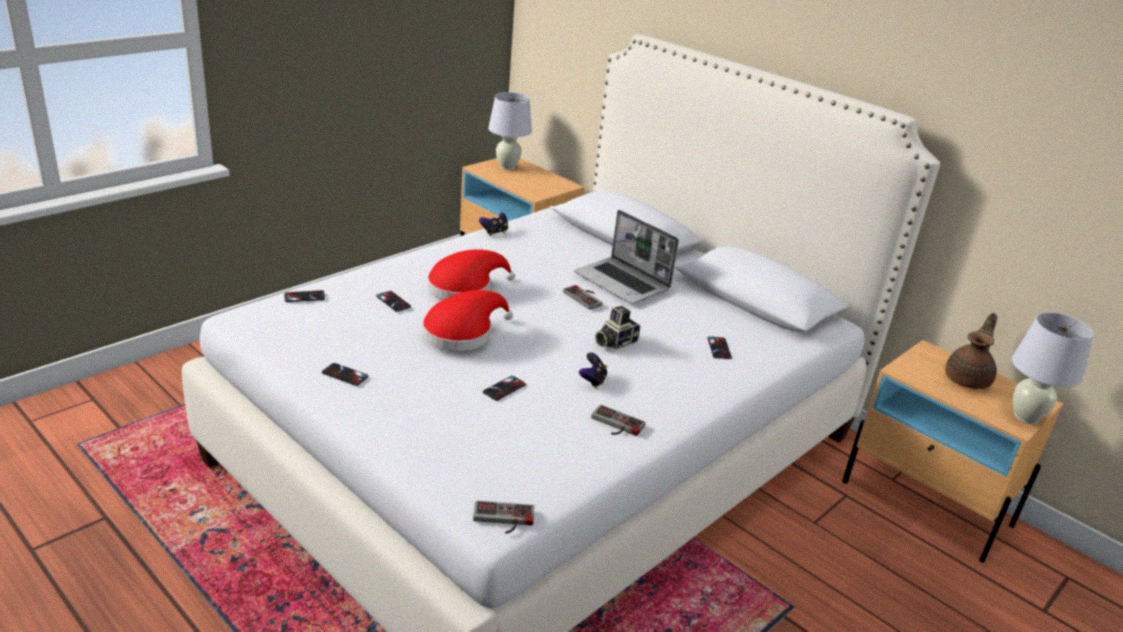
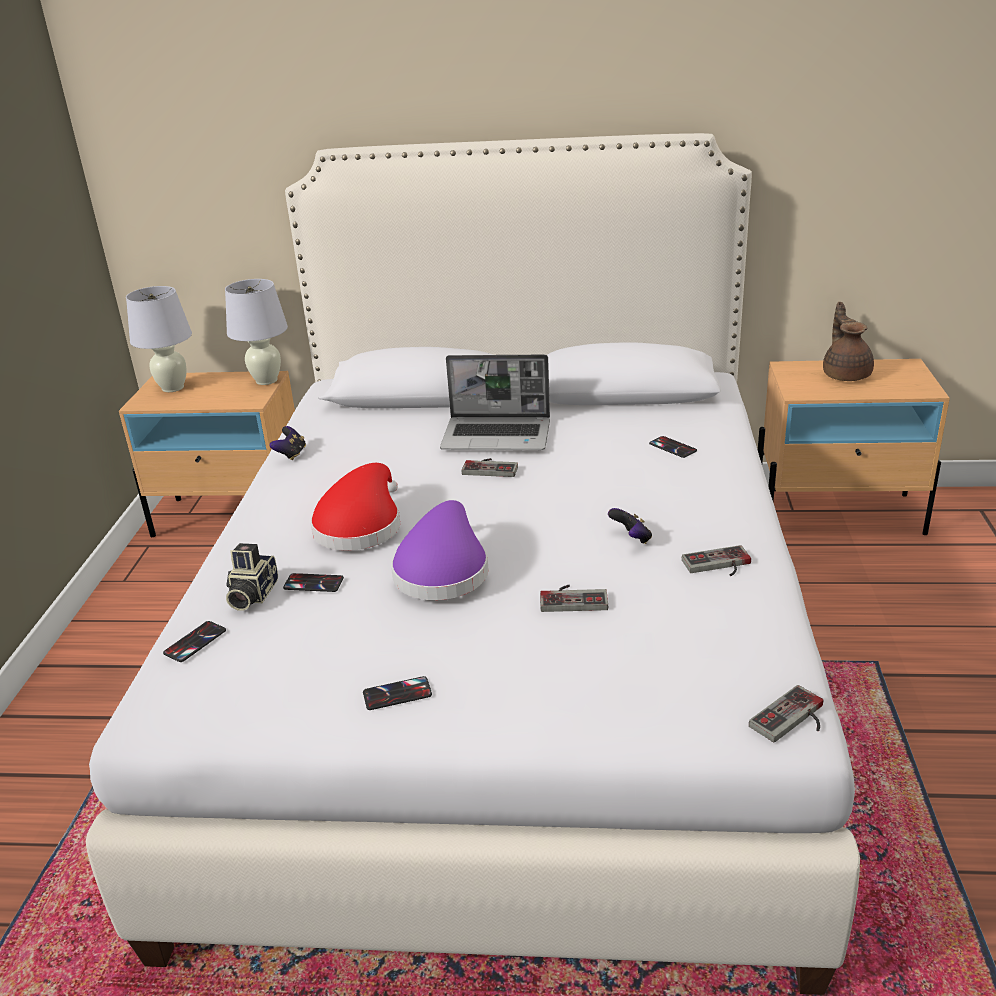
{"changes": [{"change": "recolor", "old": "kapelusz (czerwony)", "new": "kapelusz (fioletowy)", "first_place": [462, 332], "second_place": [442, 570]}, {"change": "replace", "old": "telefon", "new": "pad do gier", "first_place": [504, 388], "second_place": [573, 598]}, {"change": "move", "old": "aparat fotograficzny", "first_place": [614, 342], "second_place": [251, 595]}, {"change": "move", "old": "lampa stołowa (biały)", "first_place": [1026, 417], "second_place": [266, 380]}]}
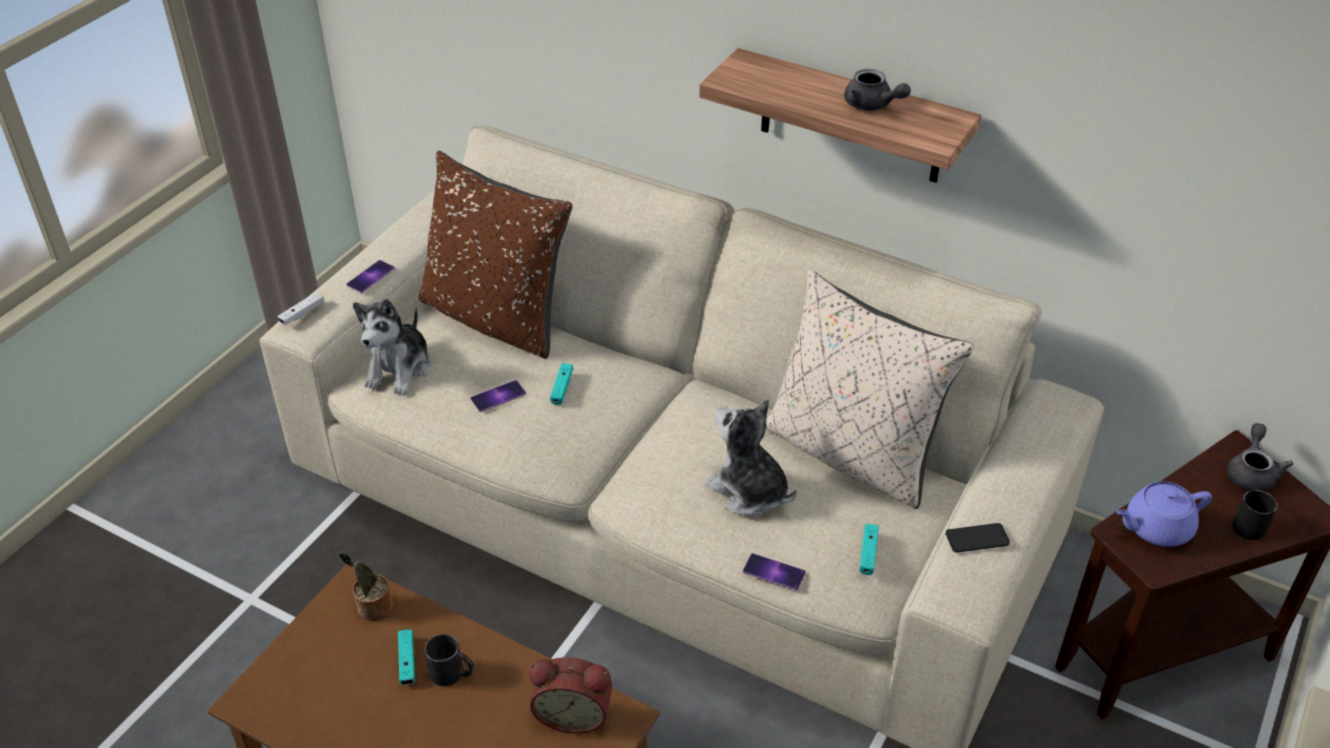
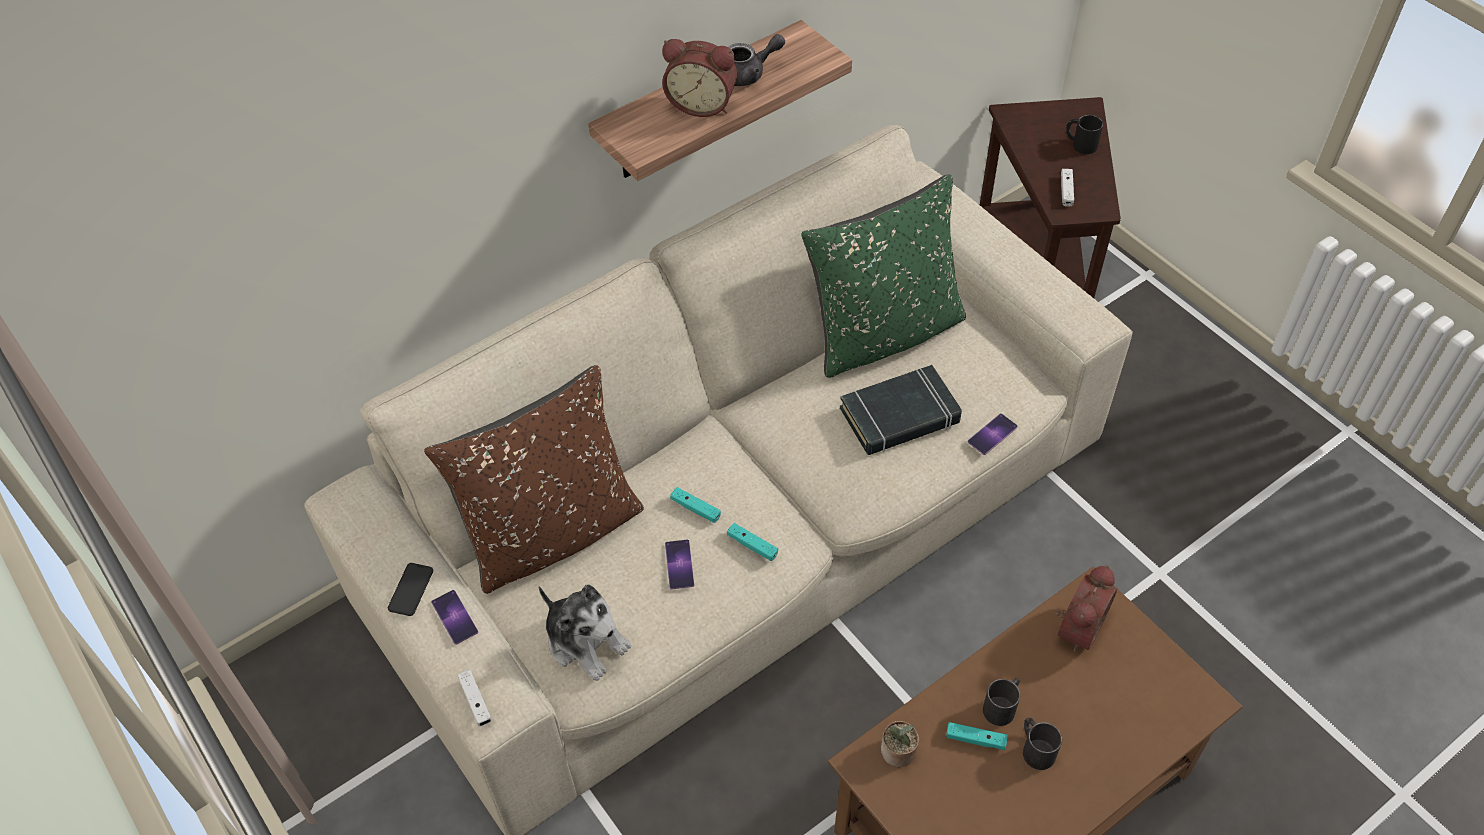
{"changes": [{"change": "replace", "old": "pluszak", "new": "książka (czarny)", "first_place": [749, 491], "second_place": [900, 416]}, {"change": "recolor", "old": "poduszka (beżowy)", "new": "poduszka (zielony)", "first_place": [852, 454], "second_place": [884, 333]}, {"change": "move", "old": "pad do gier (turkusowy)", "first_place": [868, 553], "second_place": [752, 545]}, {"change": "move", "old": "telefon", "first_place": [977, 538], "second_place": [410, 589]}, {"change": "replace", "old": "imbryk (fioletowy)", "new": "pad do gier (biały)", "first_place": [1156, 528], "second_place": [1066, 191]}, {"change": "delete", "old": "imbryk (szary)", "first_place": [1251, 473]}, {"change": "insert", "new": "budzik", "second_place": [702, 103]}, {"change": "insert", "new": "kubek (czarny)", "second_place": [1035, 748]}]}
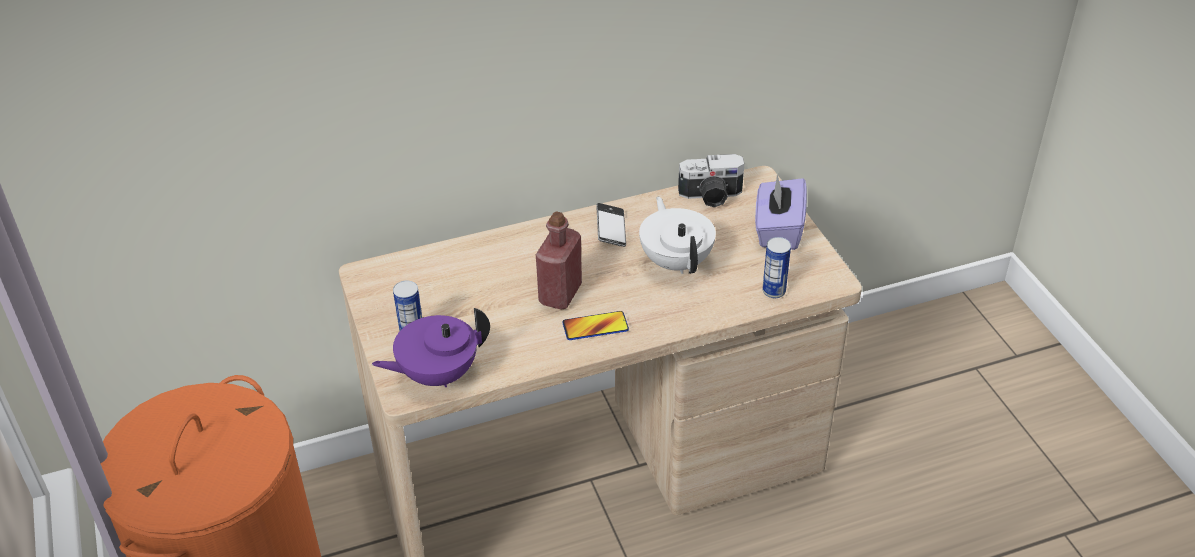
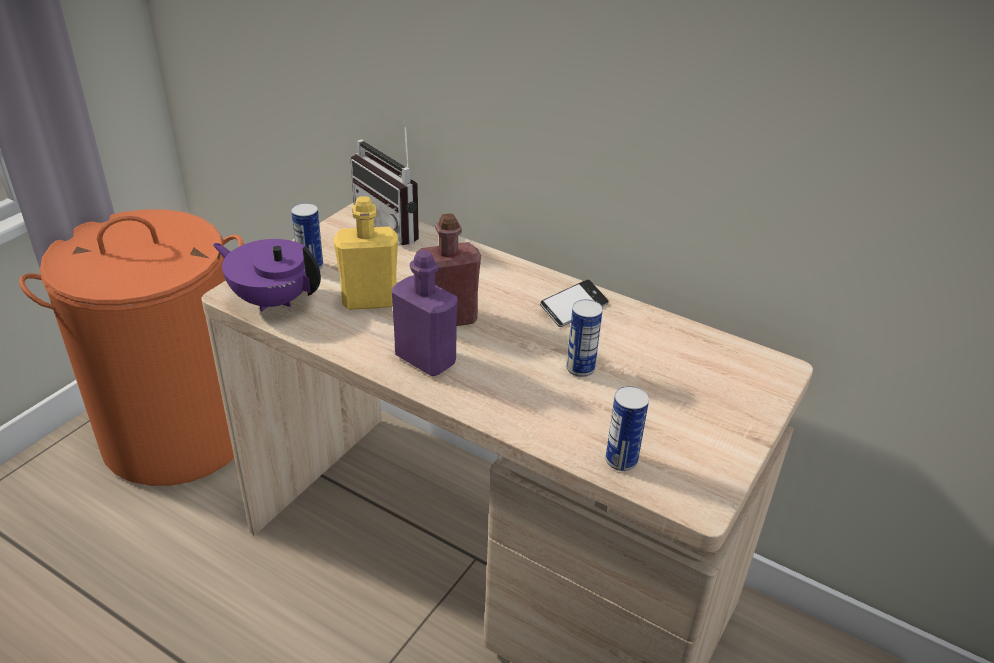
{"changes": [{"change": "replace", "old": "telefon", "new": "butelka (fioletowy)", "first_place": [595, 327], "second_place": [425, 359]}, {"change": "replace", "old": "imbryk (biały)", "new": "puszka", "first_place": [676, 261], "second_place": [580, 368]}, {"change": "delete", "old": "aparat fotograficzny", "first_place": [711, 196]}, {"change": "delete", "old": "pudełko chusteczek (fioletowy)", "first_place": [778, 230]}, {"change": "insert", "new": "butelka (żółty)", "second_place": [369, 300]}, {"change": "insert", "new": "radio", "second_place": [395, 224]}]}
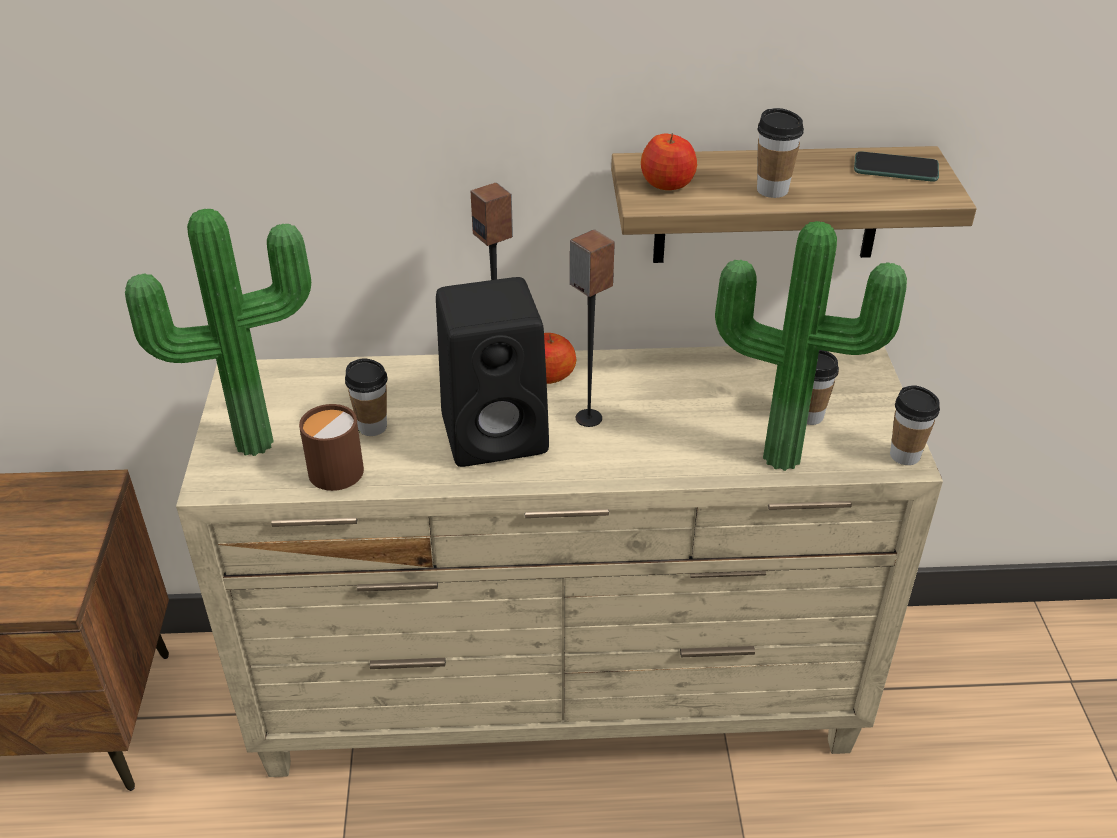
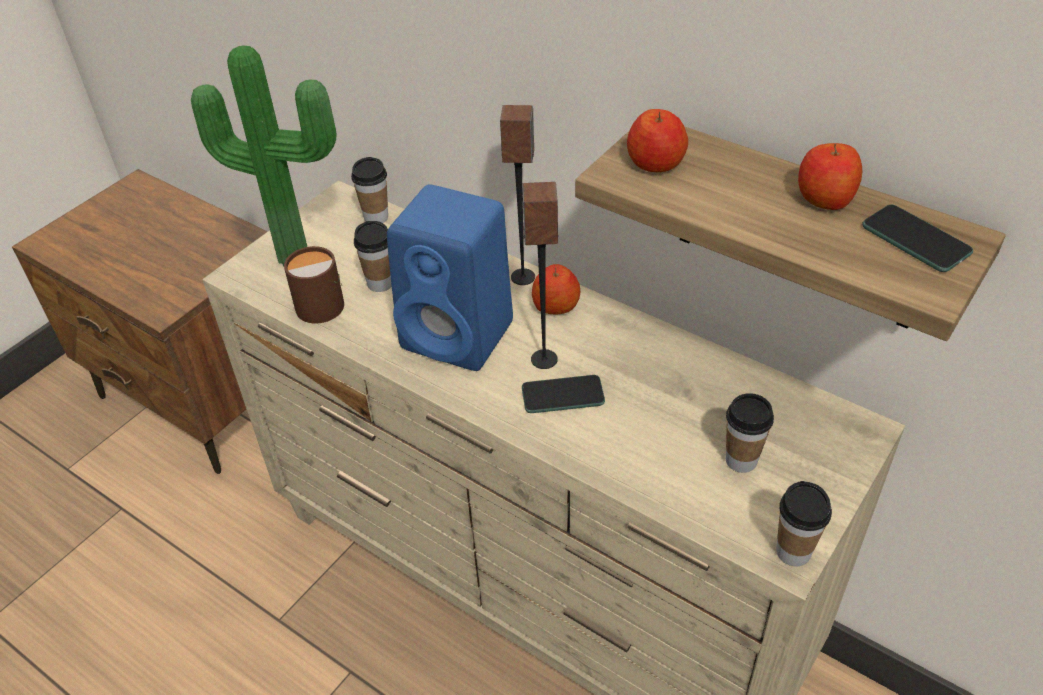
{"changes": [{"change": "recolor", "old": "głośnik (czarny)", "new": "głośnik (niebieski)", "first_place": [498, 433], "second_place": [461, 335]}, {"change": "delete", "old": "roślina doniczkowa", "first_place": [782, 453]}, {"change": "move", "old": "filiżanka", "first_place": [772, 190], "second_place": [376, 217]}, {"change": "insert", "new": "telefon", "second_place": [563, 395]}, {"change": "insert", "new": "jabłko", "second_place": [825, 198]}]}
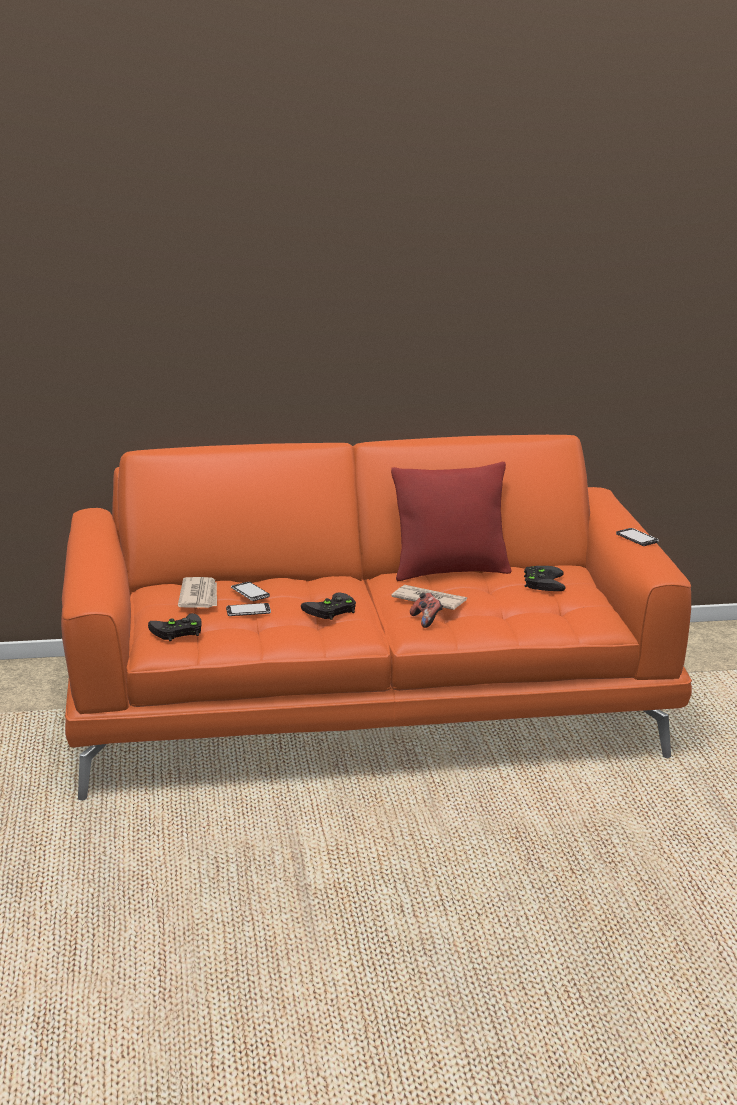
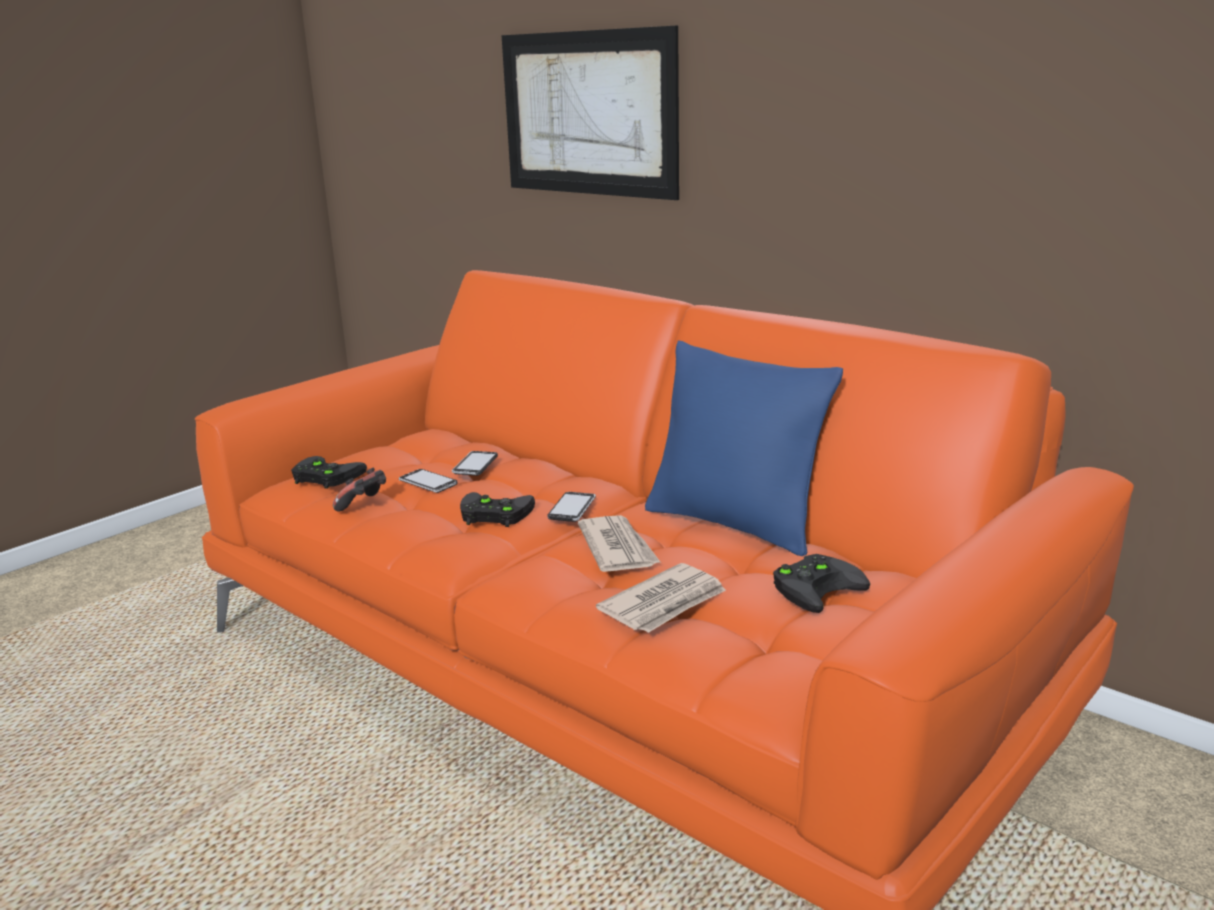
{"changes": [{"change": "move", "old": "gazeta", "first_place": [199, 596], "second_place": [665, 603]}, {"change": "recolor", "old": "poduszka (czerwony)", "new": "poduszka (niebieski)", "first_place": [450, 571], "second_place": [734, 524]}, {"change": "move", "old": "pad do gier", "first_place": [426, 620], "second_place": [364, 505]}, {"change": "move", "old": "telefon", "first_place": [637, 538], "second_place": [572, 509]}, {"change": "insert", "new": "obraz", "second_place": [588, 114]}]}
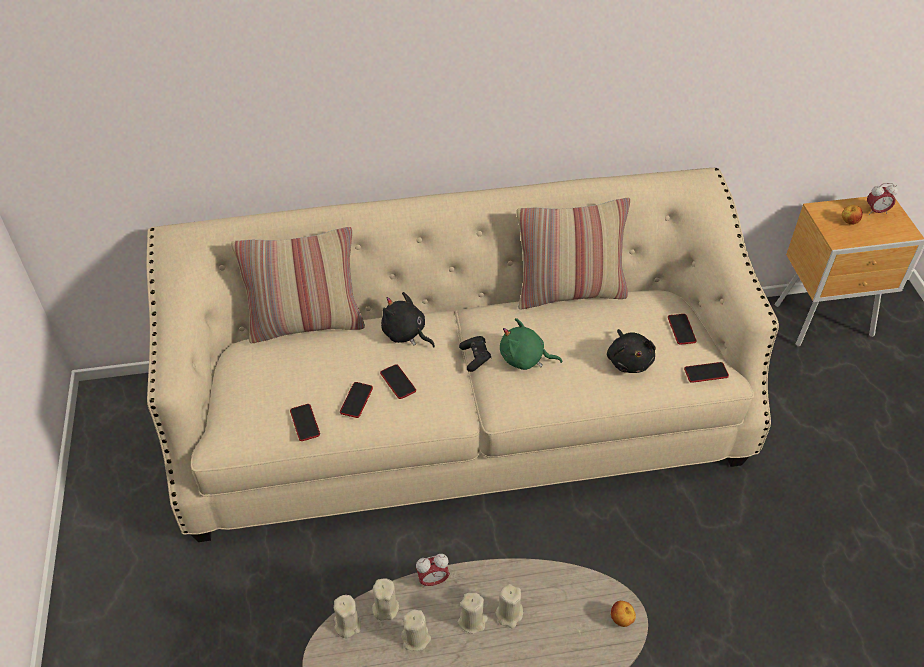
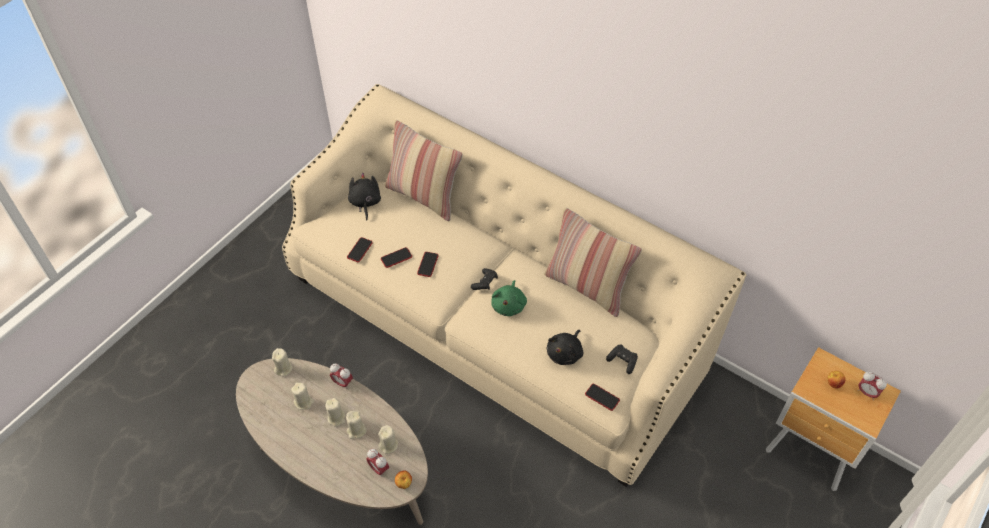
{"changes": [{"change": "move", "old": "świeca (beżowy)", "first_place": [385, 607], "second_place": [388, 445]}, {"change": "move", "old": "pluszak (czarny)", "first_place": [405, 334], "second_place": [365, 203]}, {"change": "rotate", "old": "pluszak (zielony)", "first_place": [525, 359], "second_place": [509, 305], "degrees": -135}, {"change": "replace", "old": "telefon", "new": "pad do gier (czarny)", "first_place": [681, 329], "second_place": [622, 361]}, {"change": "insert", "new": "budzik", "second_place": [379, 469]}]}
